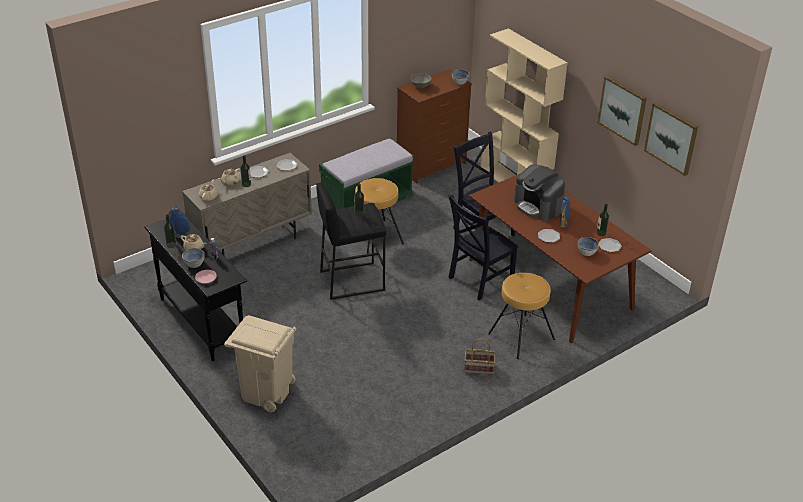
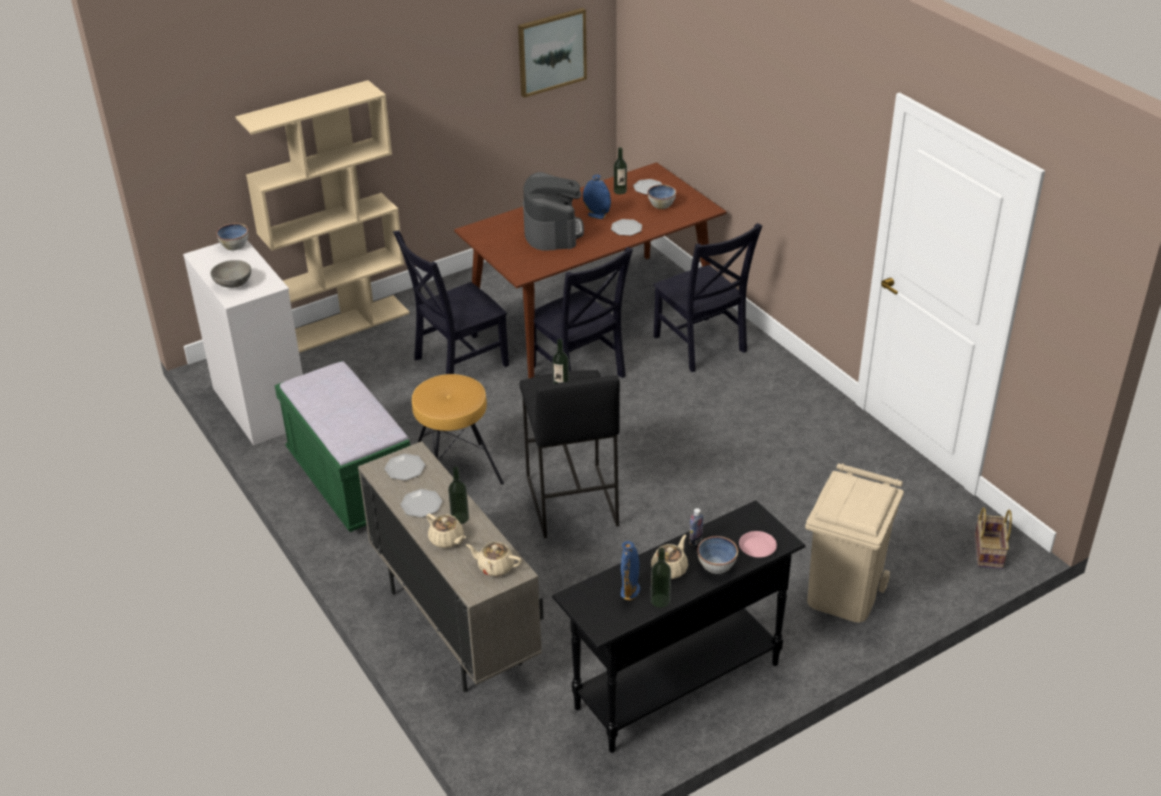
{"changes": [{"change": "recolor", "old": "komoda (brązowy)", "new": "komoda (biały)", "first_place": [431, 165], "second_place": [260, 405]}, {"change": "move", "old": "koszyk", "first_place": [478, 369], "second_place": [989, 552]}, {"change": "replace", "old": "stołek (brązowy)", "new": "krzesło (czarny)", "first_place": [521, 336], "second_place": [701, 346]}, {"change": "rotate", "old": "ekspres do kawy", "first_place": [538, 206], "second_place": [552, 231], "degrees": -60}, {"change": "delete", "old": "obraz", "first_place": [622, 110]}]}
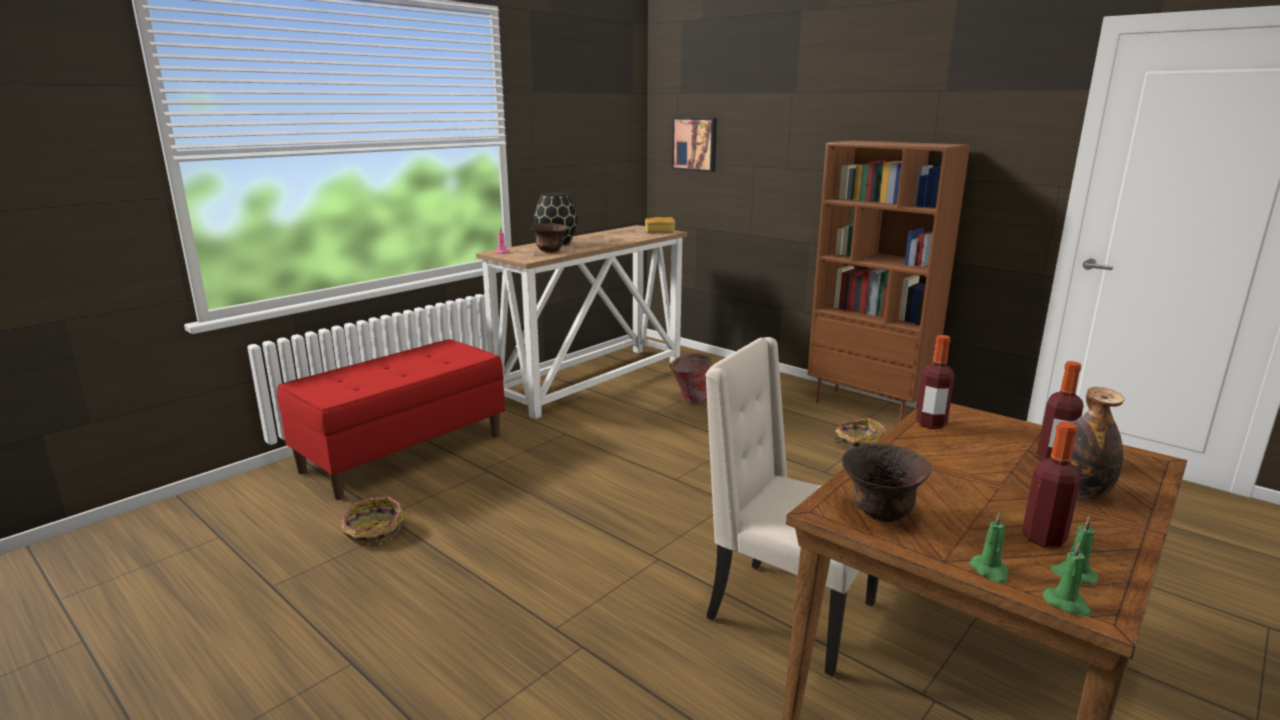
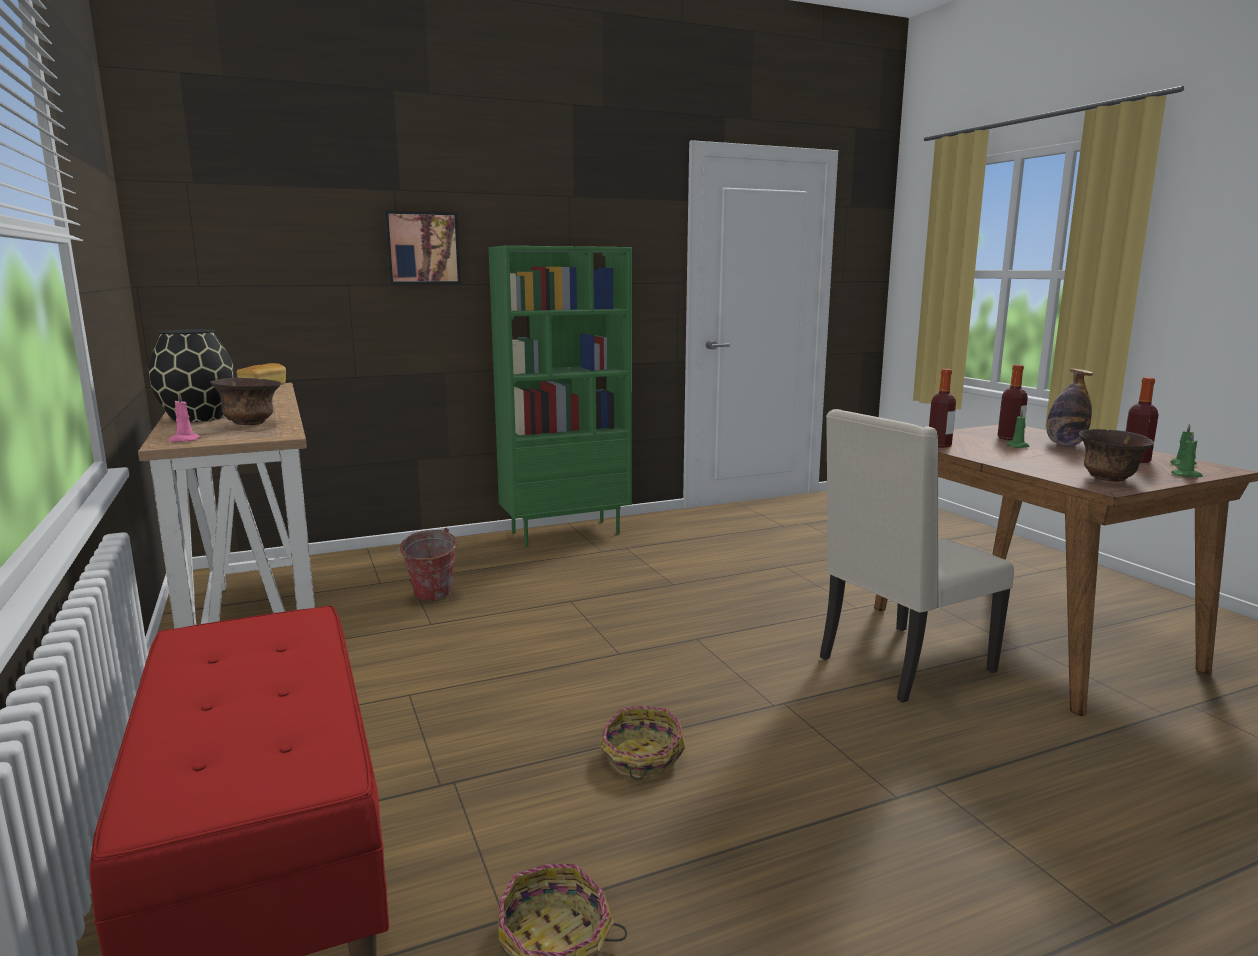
{"changes": [{"change": "move", "old": "obraz", "first_place": [695, 144], "second_place": [422, 248]}, {"change": "recolor", "old": "regał (brązowy)", "new": "regał (zielony)", "first_place": [868, 407], "second_place": [566, 533]}, {"change": "move", "old": "koszyk", "first_place": [858, 442], "second_place": [641, 757]}, {"change": "move", "old": "świeca (zielony)", "first_place": [1067, 604], "second_place": [1018, 446]}]}
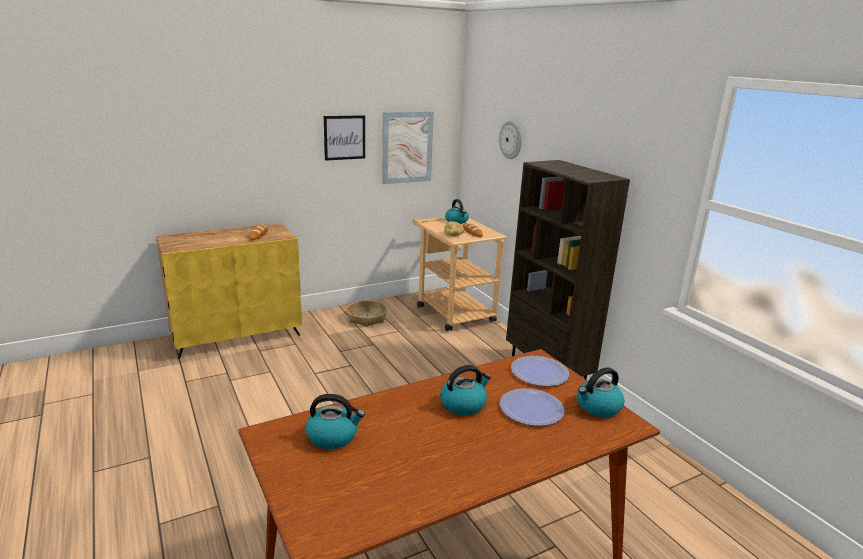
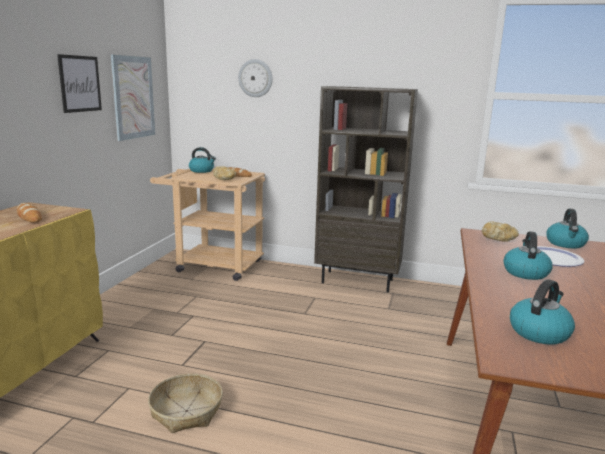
{"changes": [{"change": "move", "old": "koszyk", "first_place": [367, 318], "second_place": [186, 411]}, {"change": "replace", "old": "talerz", "new": "chleb", "first_place": [539, 372], "second_place": [498, 239]}]}
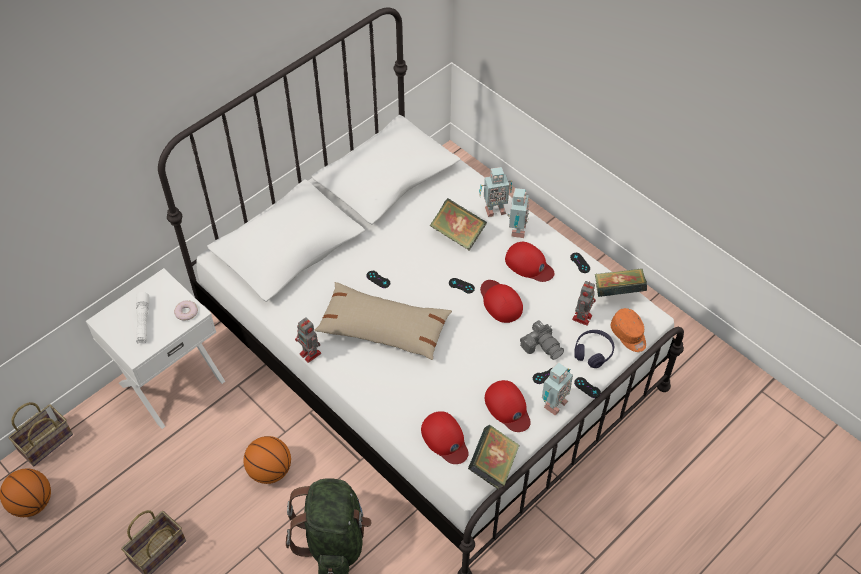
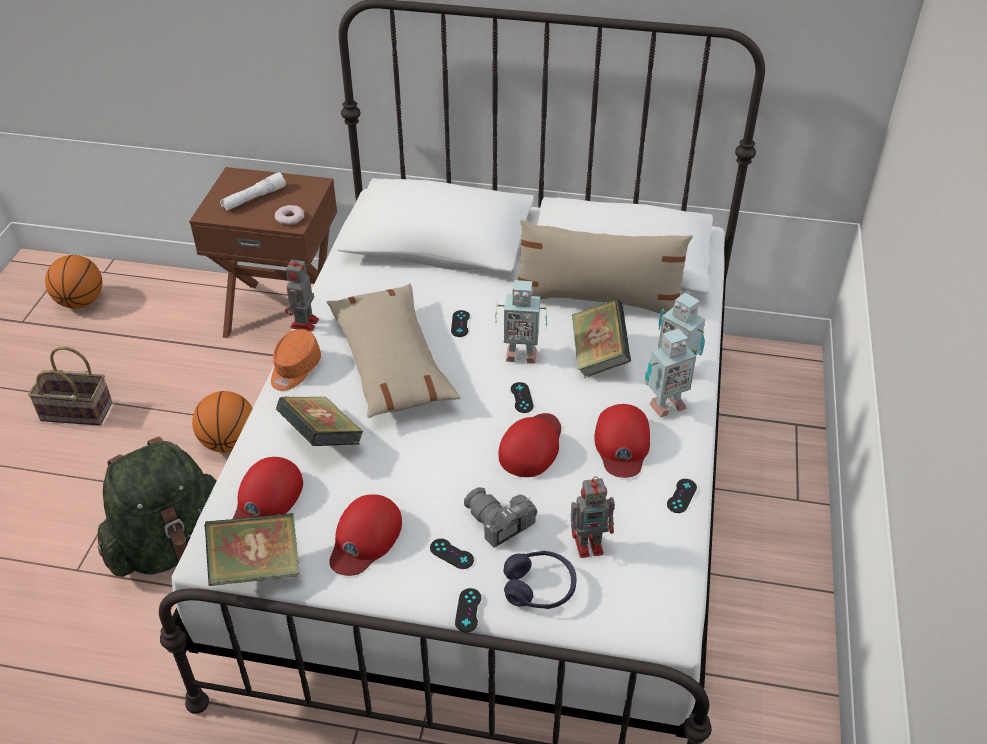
{"changes": [{"change": "delete", "old": "koszyk", "first_place": [46, 441]}, {"change": "recolor", "old": "szafka nocna (biały)", "new": "szafka nocna (brązowy)", "first_place": [171, 381], "second_place": [284, 313]}, {"change": "rotate", "old": "aparat fotograficzny", "first_place": [542, 346], "second_place": [499, 524], "degrees": 120}, {"change": "move", "old": "robot zabawkowy", "first_place": [553, 404], "second_place": [520, 354]}, {"change": "move", "old": "książka", "first_place": [618, 292], "second_place": [322, 438]}, {"change": "move", "old": "czapka z daszkiem (pomarańczowy)", "first_place": [629, 335], "second_place": [294, 369]}, {"change": "insert", "new": "poduszka (beżowy)", "second_place": [597, 300]}]}
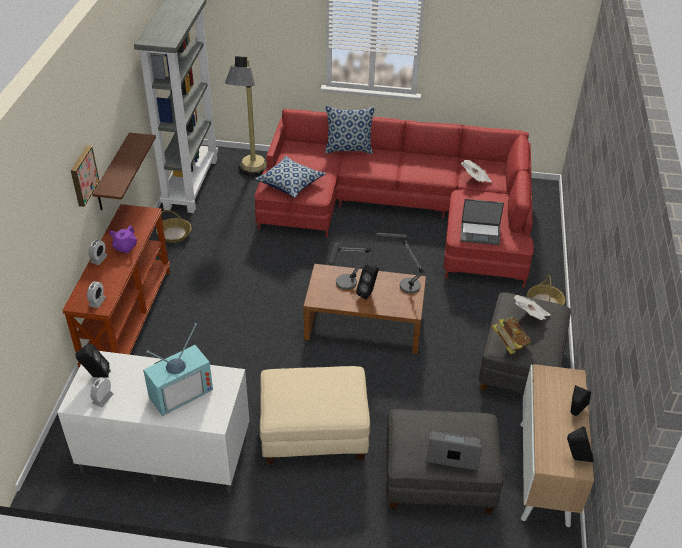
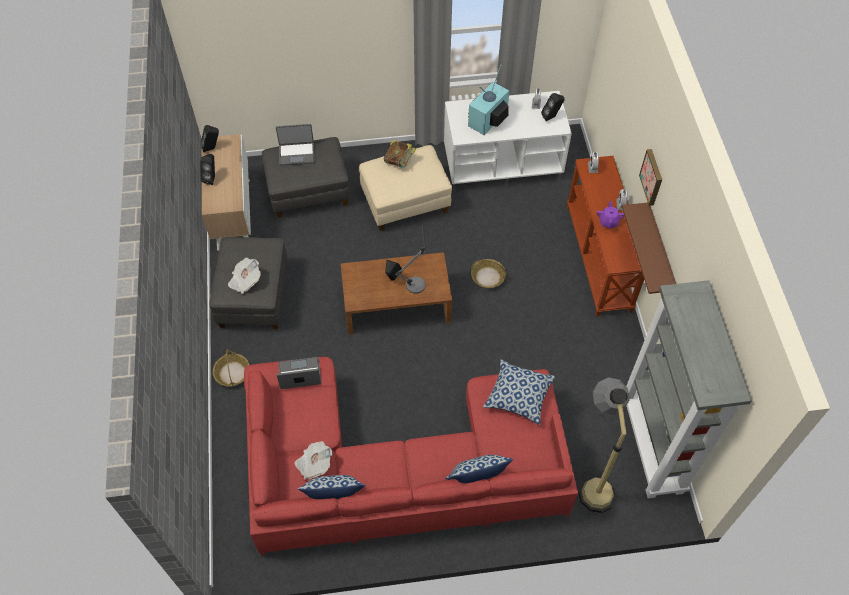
{"changes": [{"change": "move", "old": "koszyk", "first_place": [174, 234], "second_place": [487, 277]}, {"change": "delete", "old": "lampa stołowa", "first_place": [403, 284]}, {"change": "move", "old": "książka", "first_place": [509, 344], "second_place": [399, 161]}, {"change": "insert", "new": "poduszka", "second_place": [334, 497]}]}
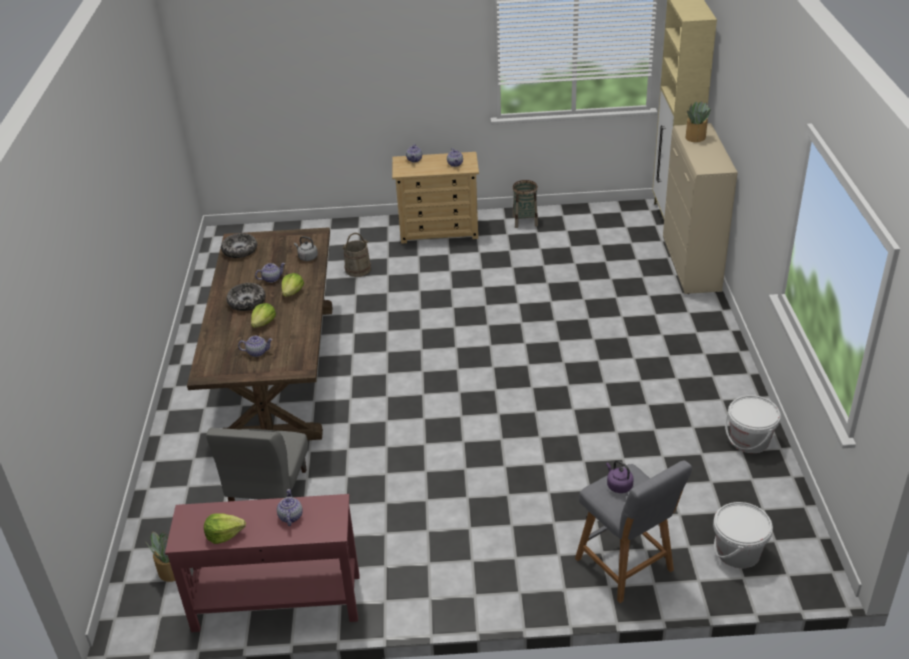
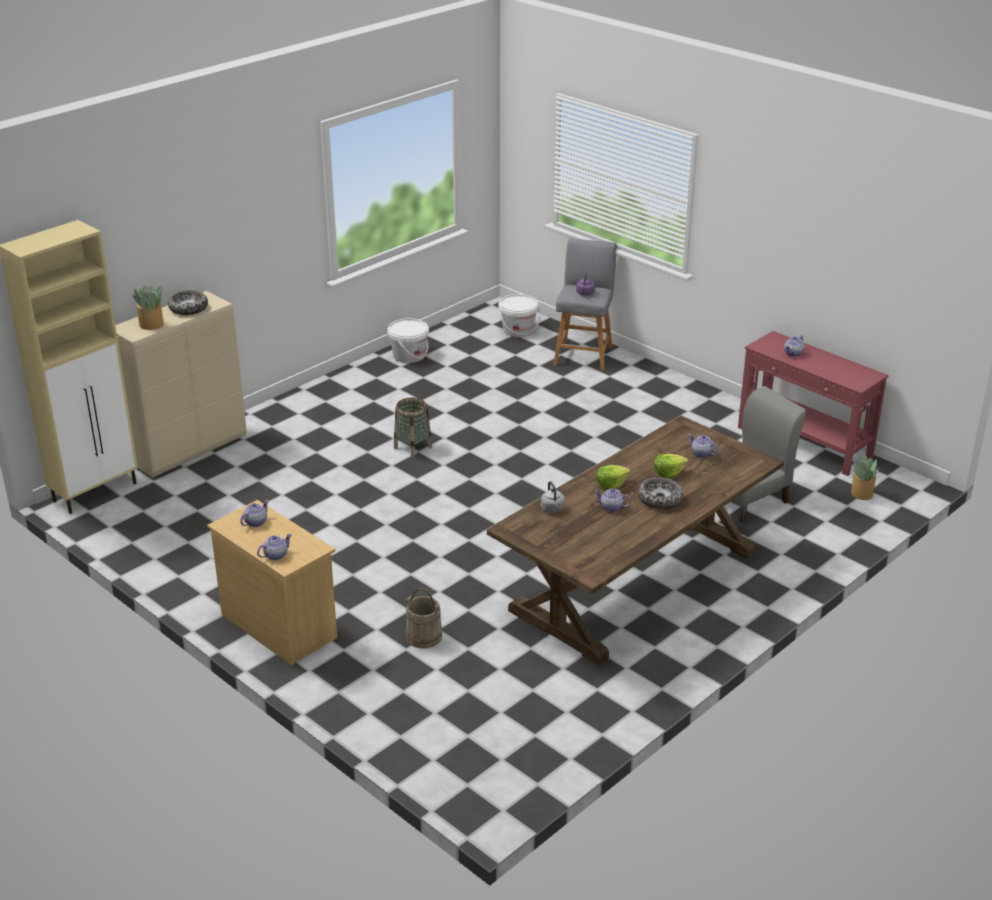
{"changes": [{"change": "delete", "old": "sałata", "first_place": [224, 534]}, {"change": "move", "old": "miska", "first_place": [240, 250], "second_place": [188, 308]}, {"change": "move", "old": "koszyk", "first_place": [525, 221], "second_place": [413, 447]}]}
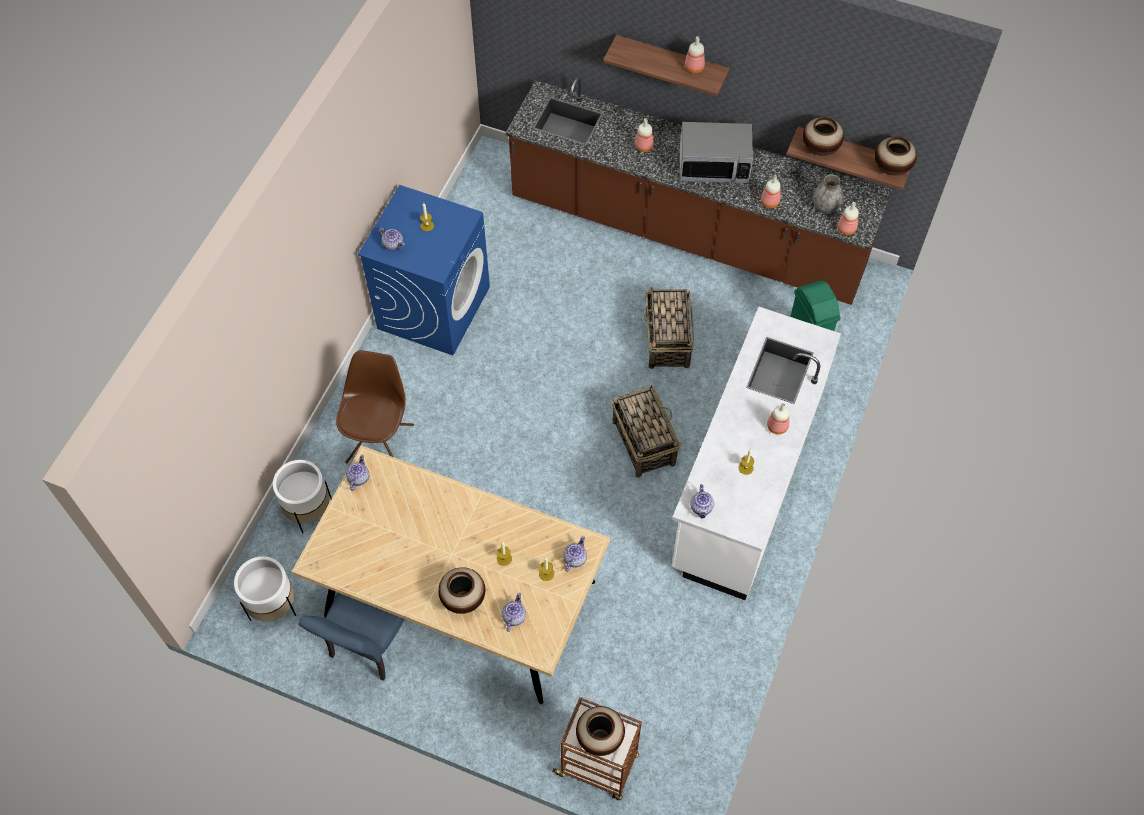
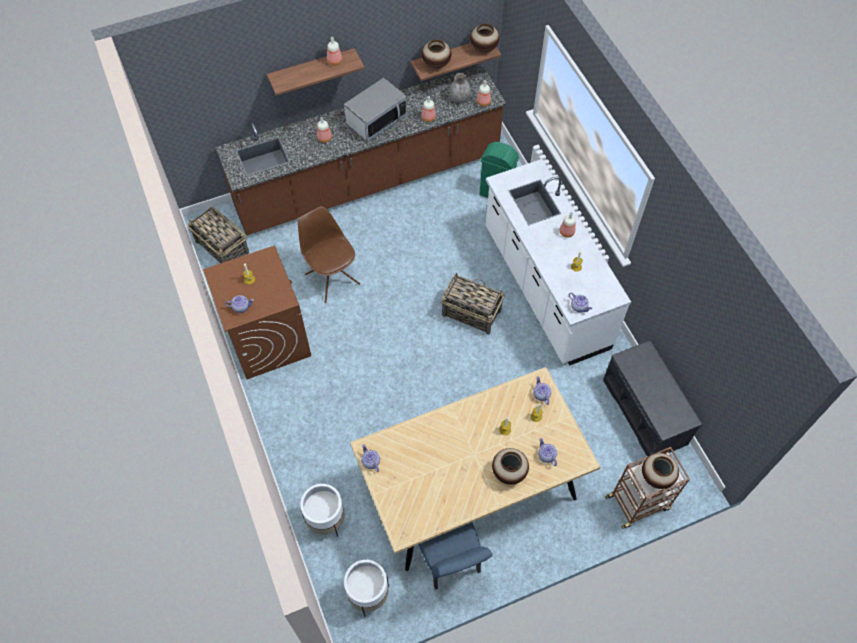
{"changes": [{"change": "move", "old": "krzesło (brązowy)", "first_place": [380, 442], "second_place": [332, 278]}, {"change": "recolor", "old": "pralka (niebieski)", "new": "pralka (brązowy)", "first_place": [433, 307], "second_place": [267, 338]}, {"change": "move", "old": "koszyk", "first_place": [667, 341], "second_place": [222, 247]}, {"change": "insert", "new": "ławka (szary)", "second_place": [645, 412]}]}
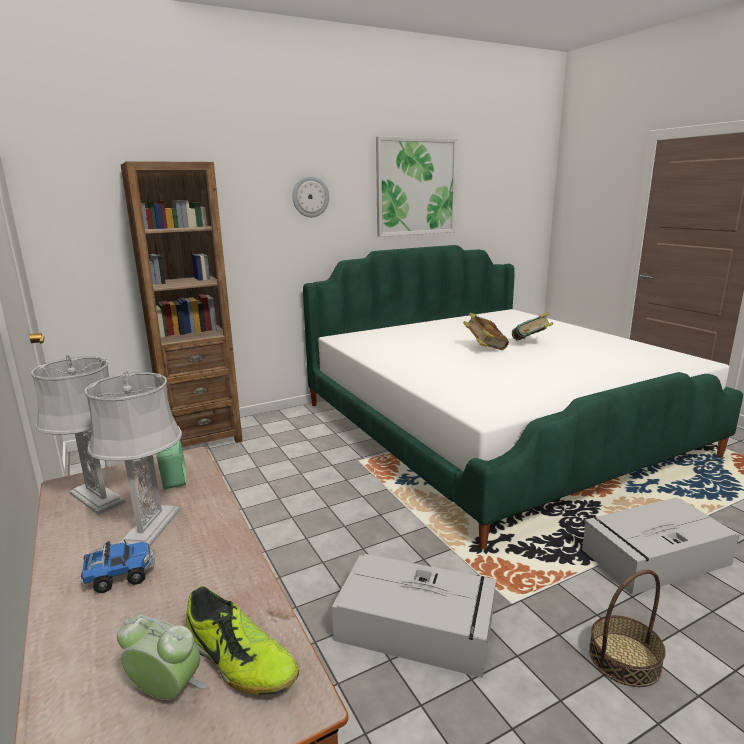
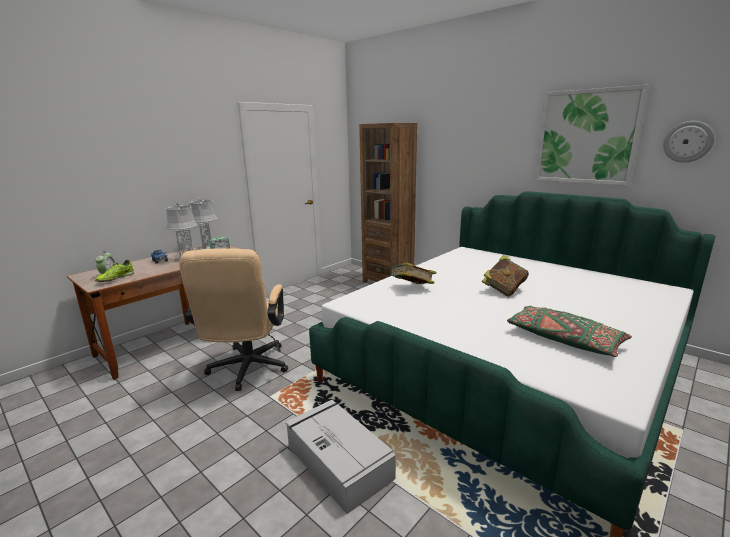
{"changes": [{"change": "move", "old": "zegar ścienny", "first_place": [310, 196], "second_place": [688, 141]}, {"change": "replace", "old": "pojemnik do przechowywania (szary)", "new": "krzesło biurowe (beżowy)", "first_place": [417, 627], "second_place": [247, 370]}, {"change": "move", "old": "książka", "first_place": [530, 343], "second_place": [412, 288]}, {"change": "delete", "old": "koszyk", "first_place": [624, 659]}, {"change": "insert", "new": "poduszka (zielony)", "second_place": [563, 339]}]}
